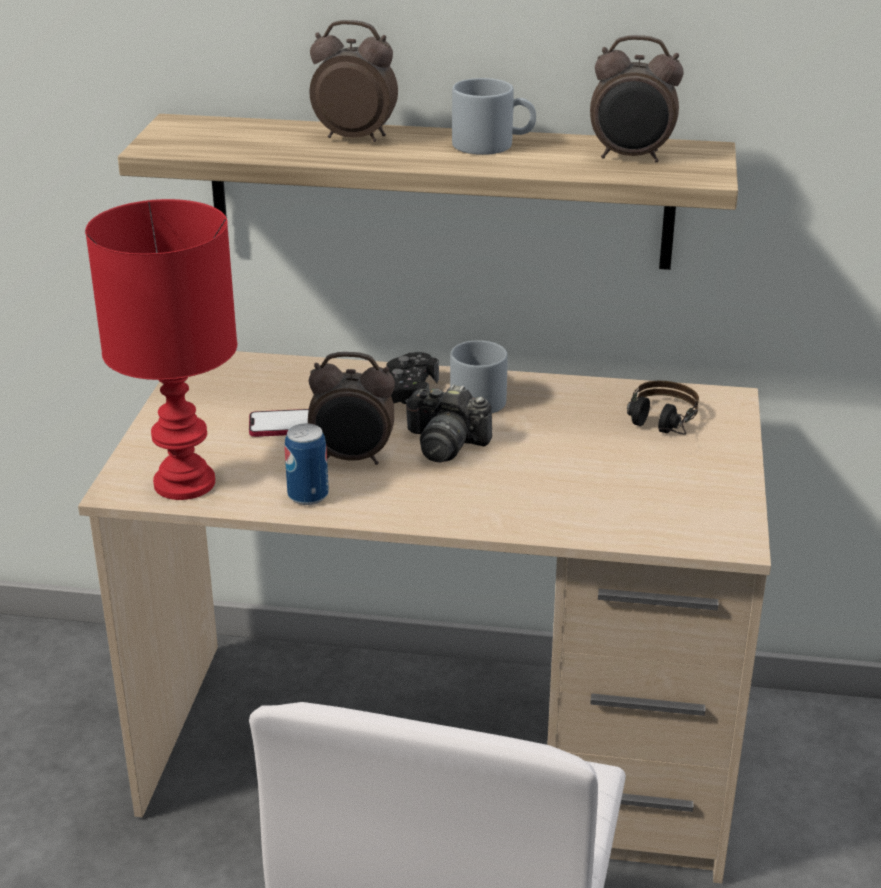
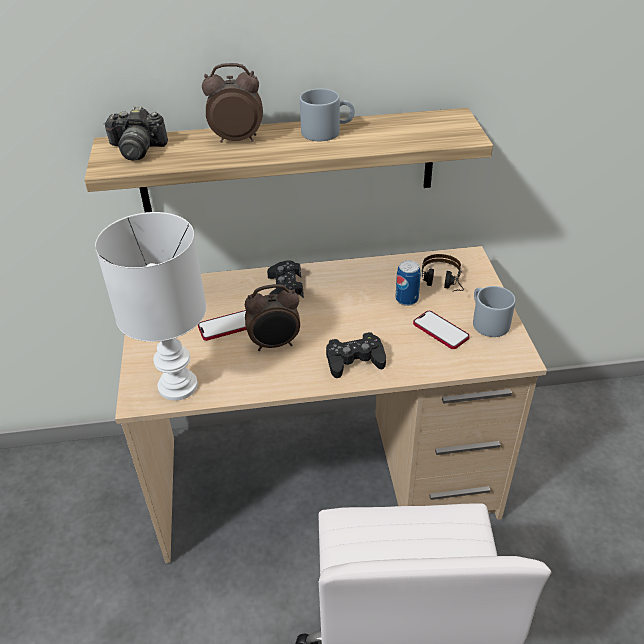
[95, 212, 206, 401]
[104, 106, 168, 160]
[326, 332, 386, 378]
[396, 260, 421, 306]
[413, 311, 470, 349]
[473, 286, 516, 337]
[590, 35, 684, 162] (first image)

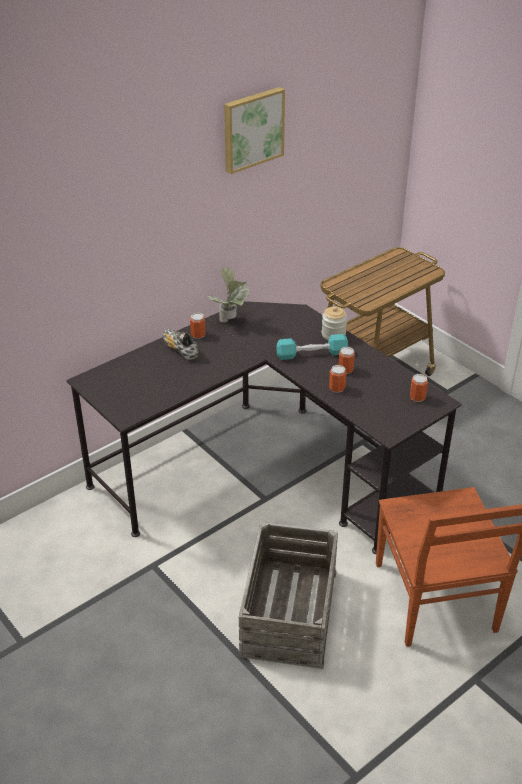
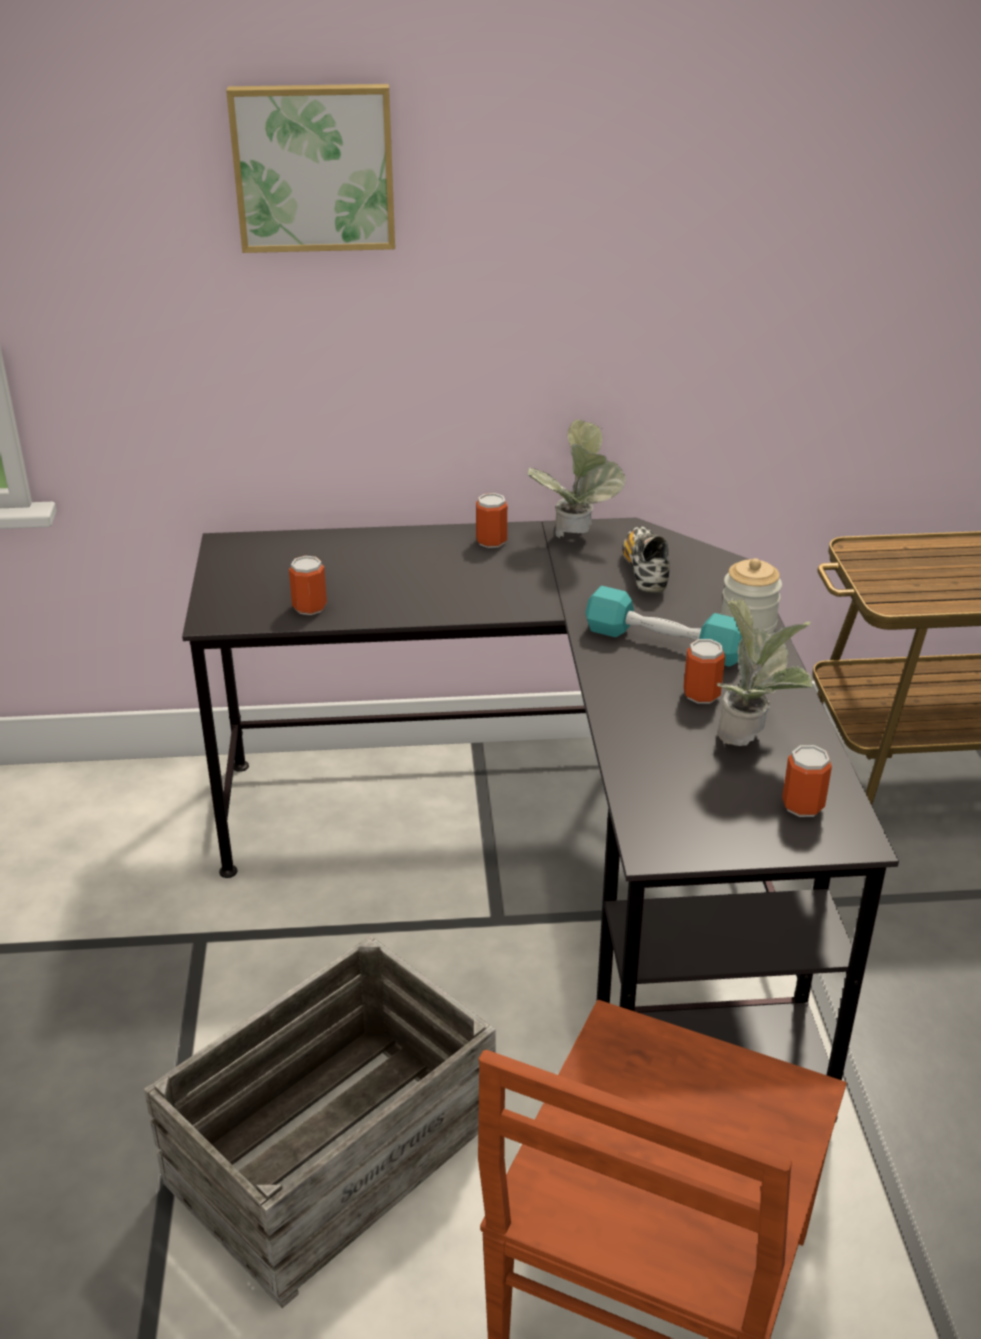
[226, 84, 395, 253]
[289, 556, 327, 615]
[622, 526, 670, 592]
[717, 598, 813, 746]

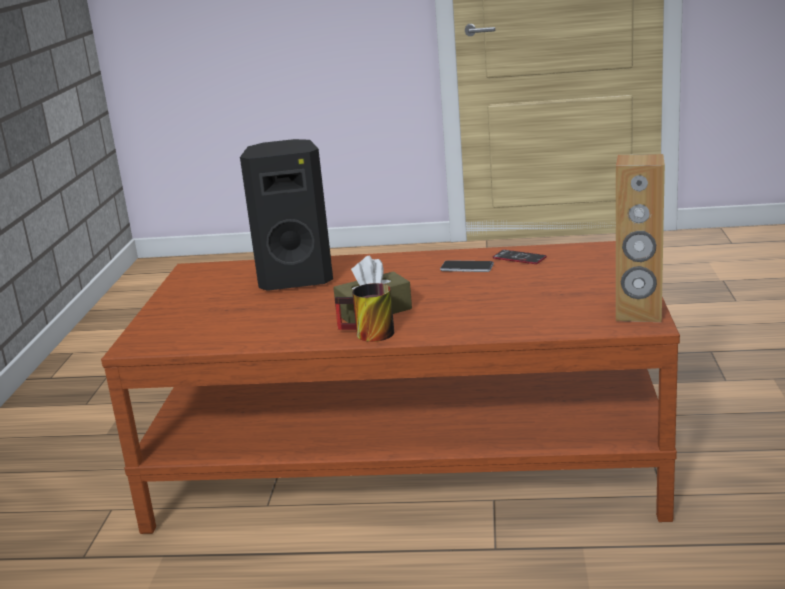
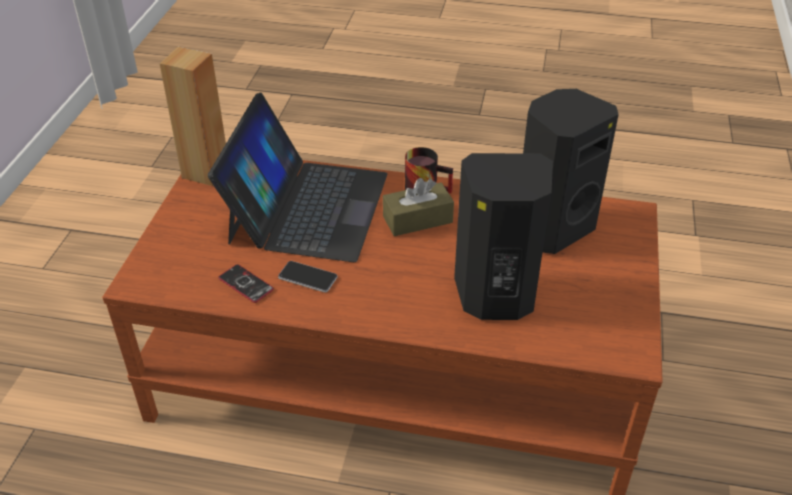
[208, 92, 387, 262]
[523, 89, 619, 254]

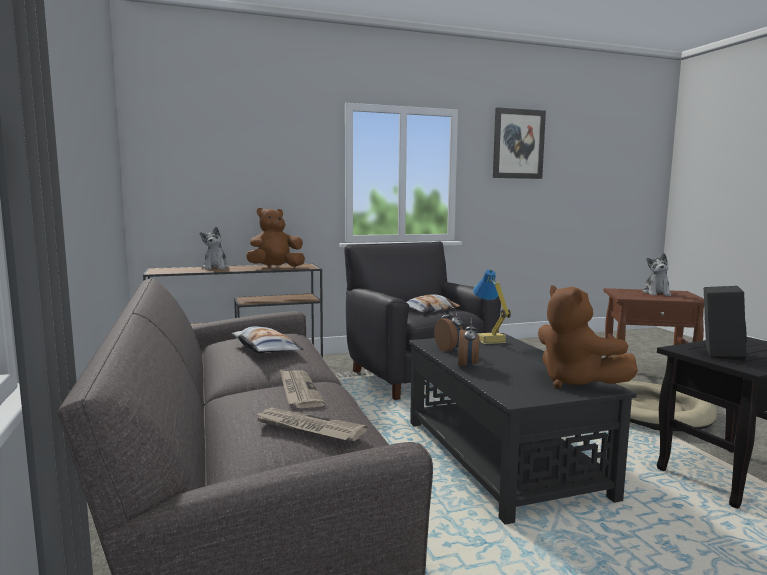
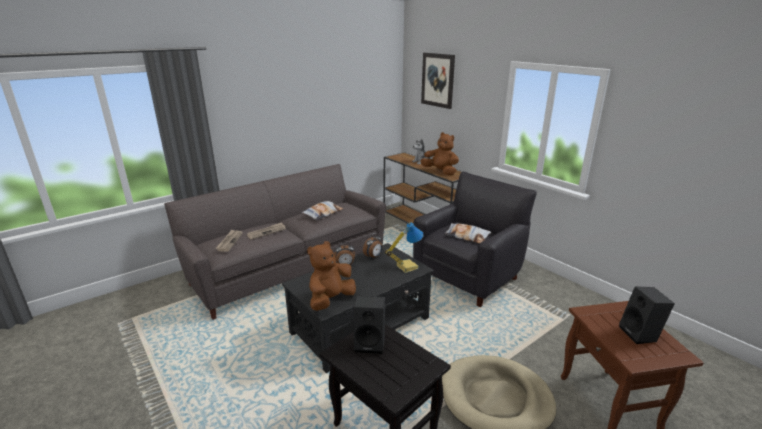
[421, 53, 455, 109]
[619, 287, 675, 344]

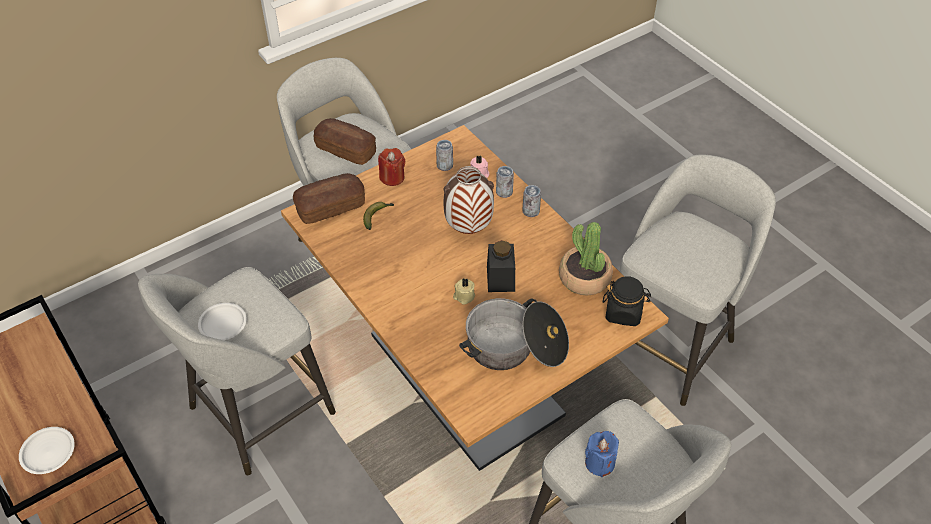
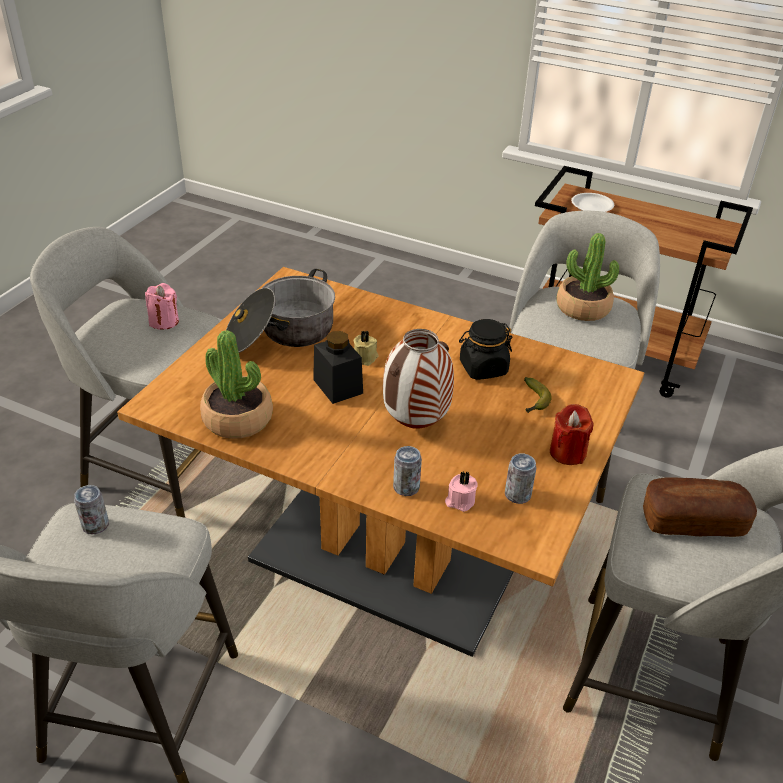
[74, 485, 109, 534]
[145, 283, 179, 330]
[459, 319, 512, 380]
[556, 233, 619, 321]
[293, 173, 365, 224] (first image)

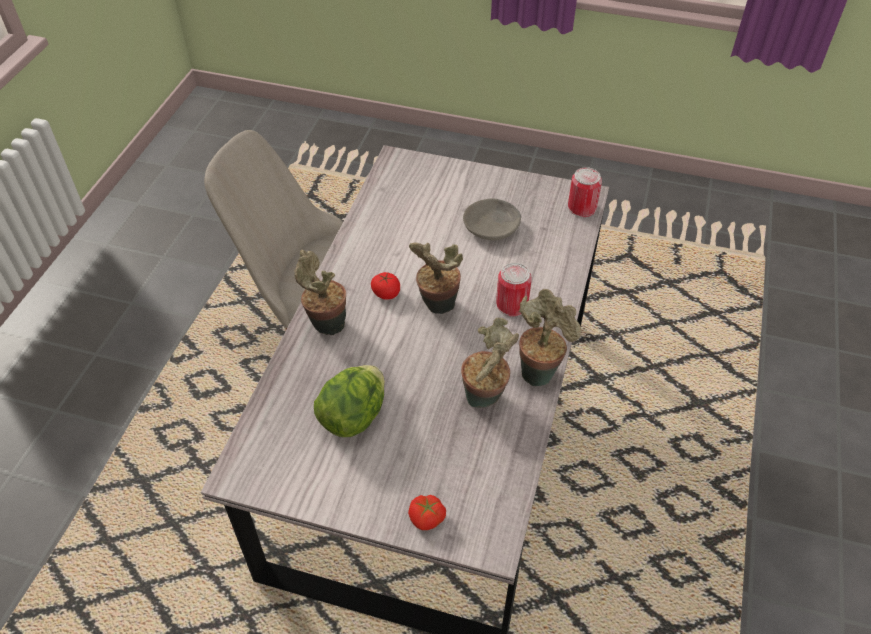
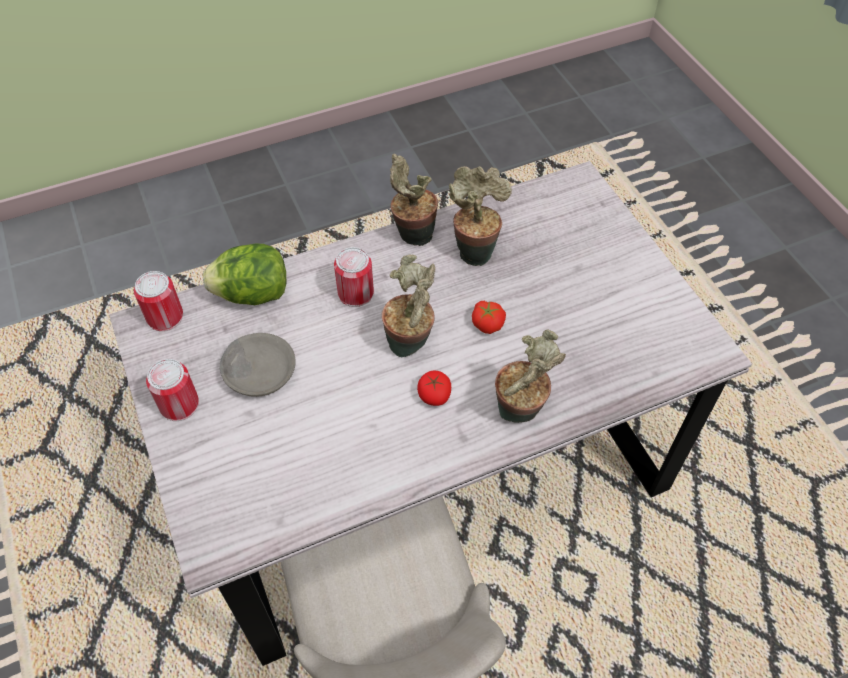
[146, 359, 199, 421]
[203, 243, 286, 305]
[472, 301, 506, 334]

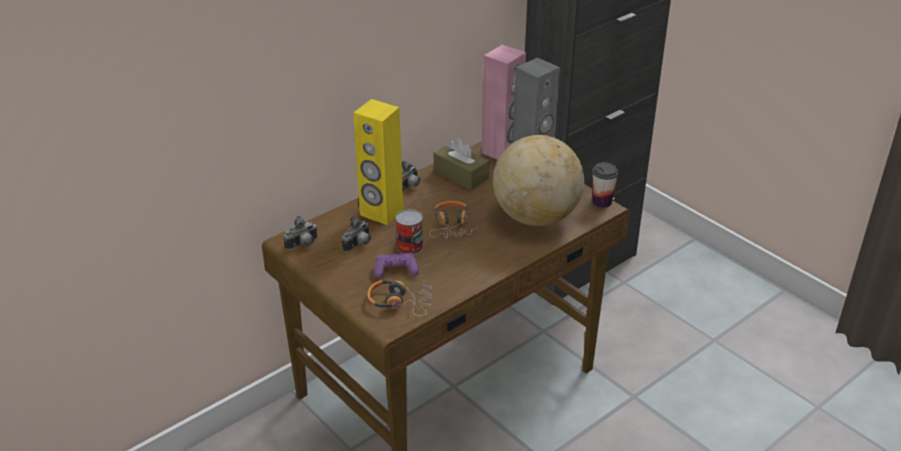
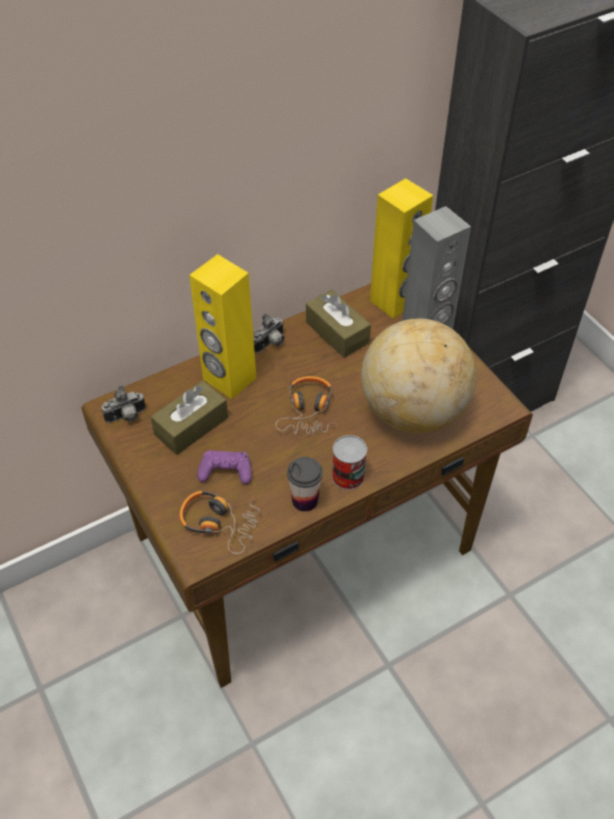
[151, 380, 228, 455]
[287, 457, 323, 512]
[332, 435, 367, 490]
[370, 178, 433, 319]

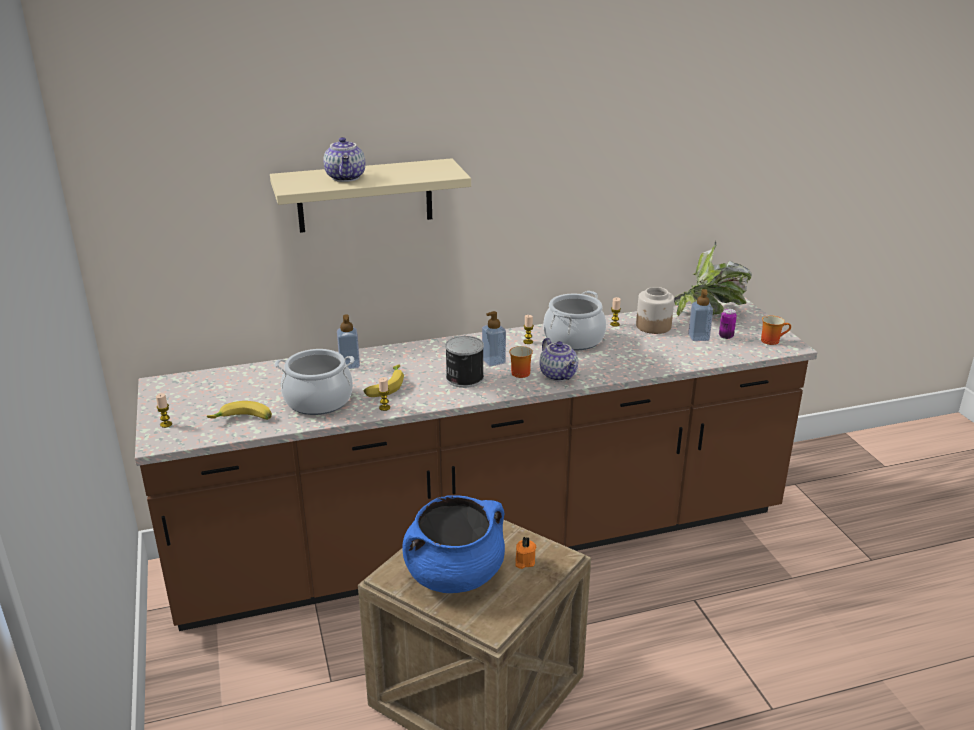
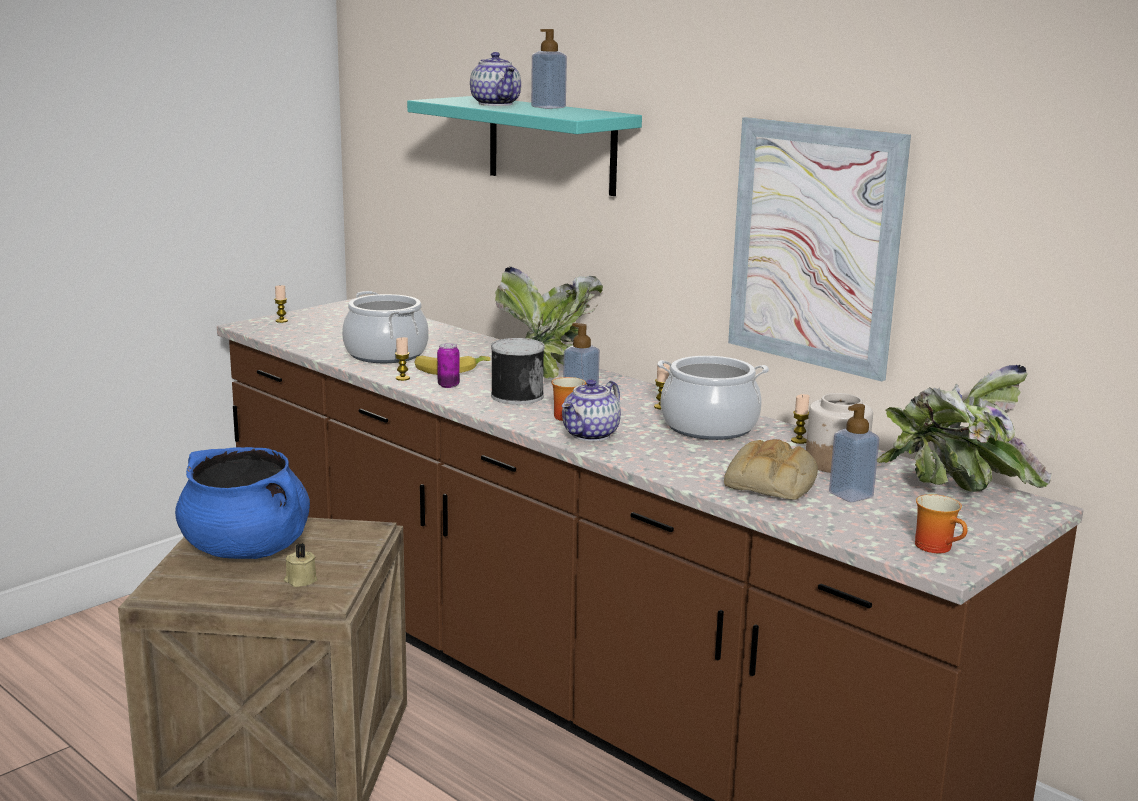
[284, 543, 317, 587]
[407, 96, 642, 196]
[437, 343, 460, 388]
[470, 52, 521, 106]
[495, 267, 603, 378]
[531, 29, 567, 109]
[724, 439, 818, 500]
[728, 117, 911, 382]
[207, 401, 272, 420] (first image)

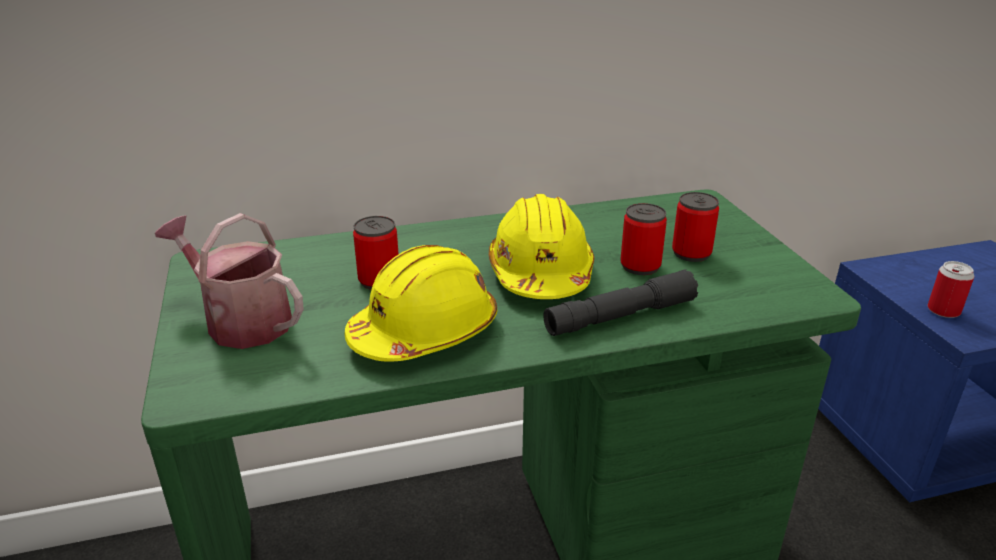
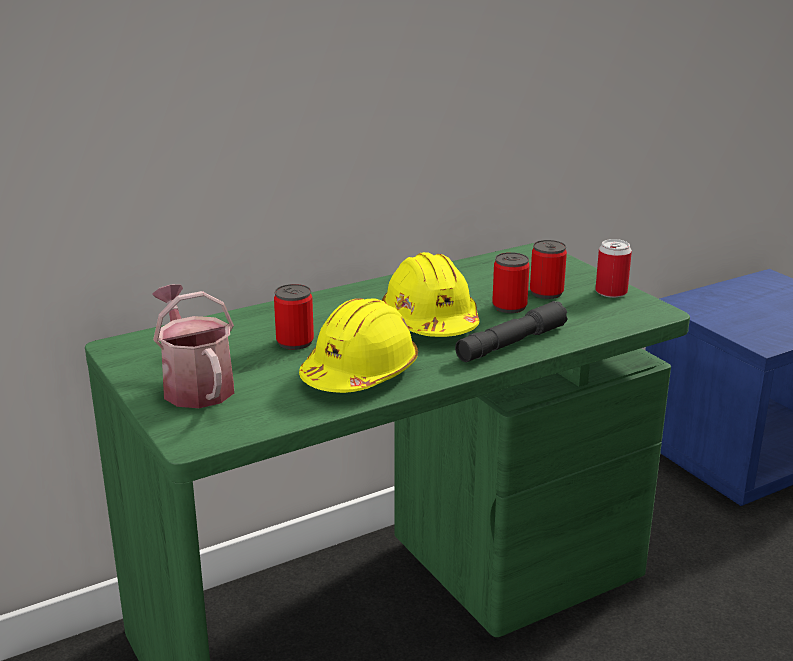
[152, 284, 234, 408]
[595, 239, 632, 298]

